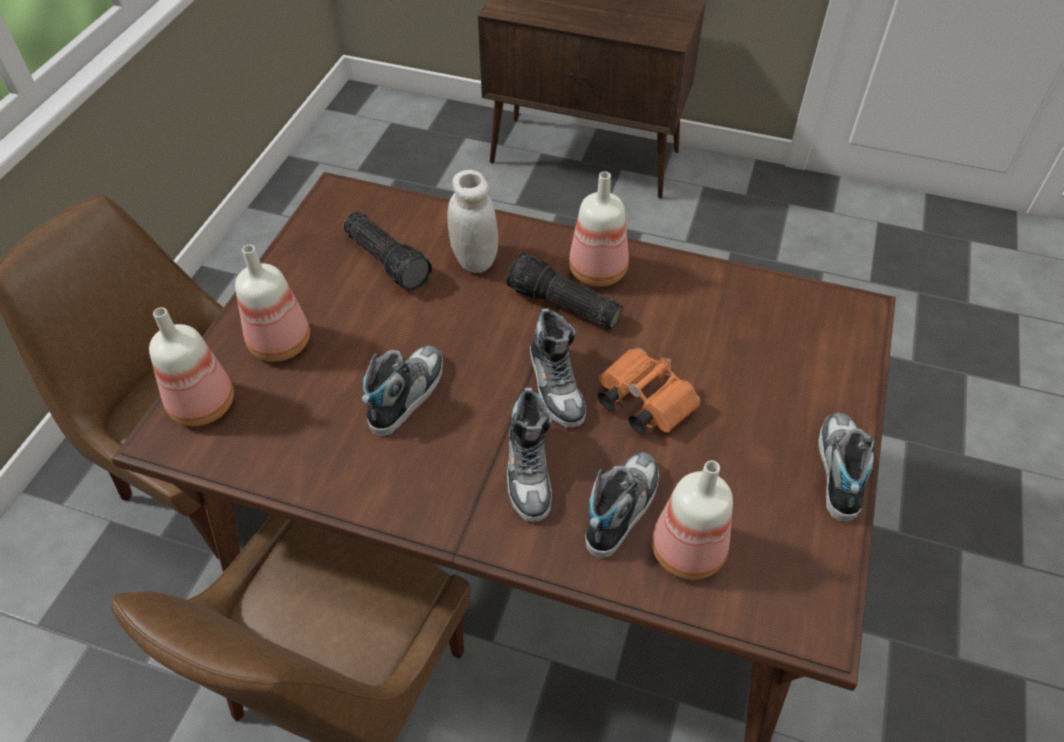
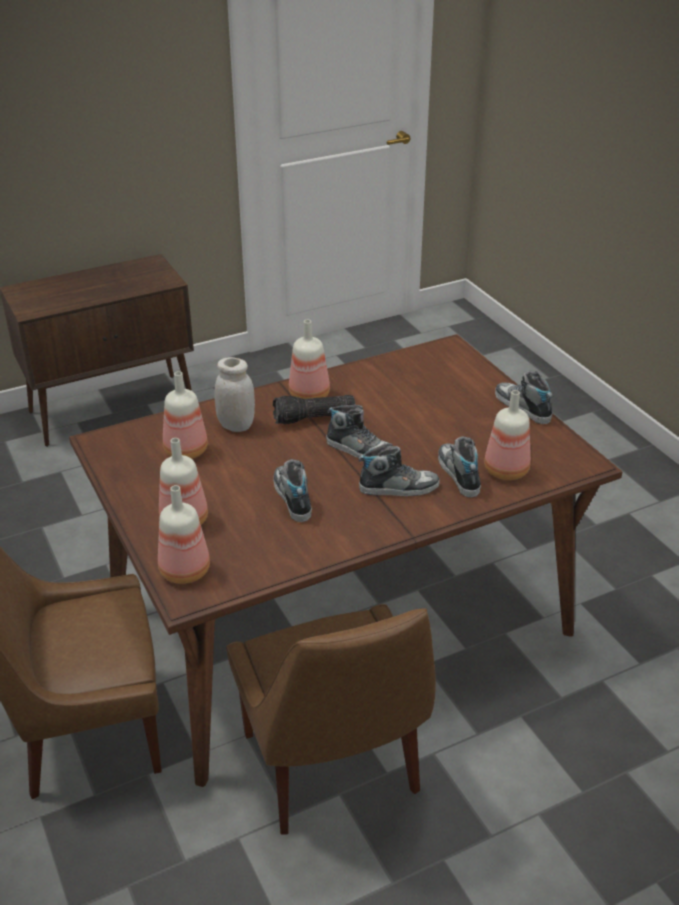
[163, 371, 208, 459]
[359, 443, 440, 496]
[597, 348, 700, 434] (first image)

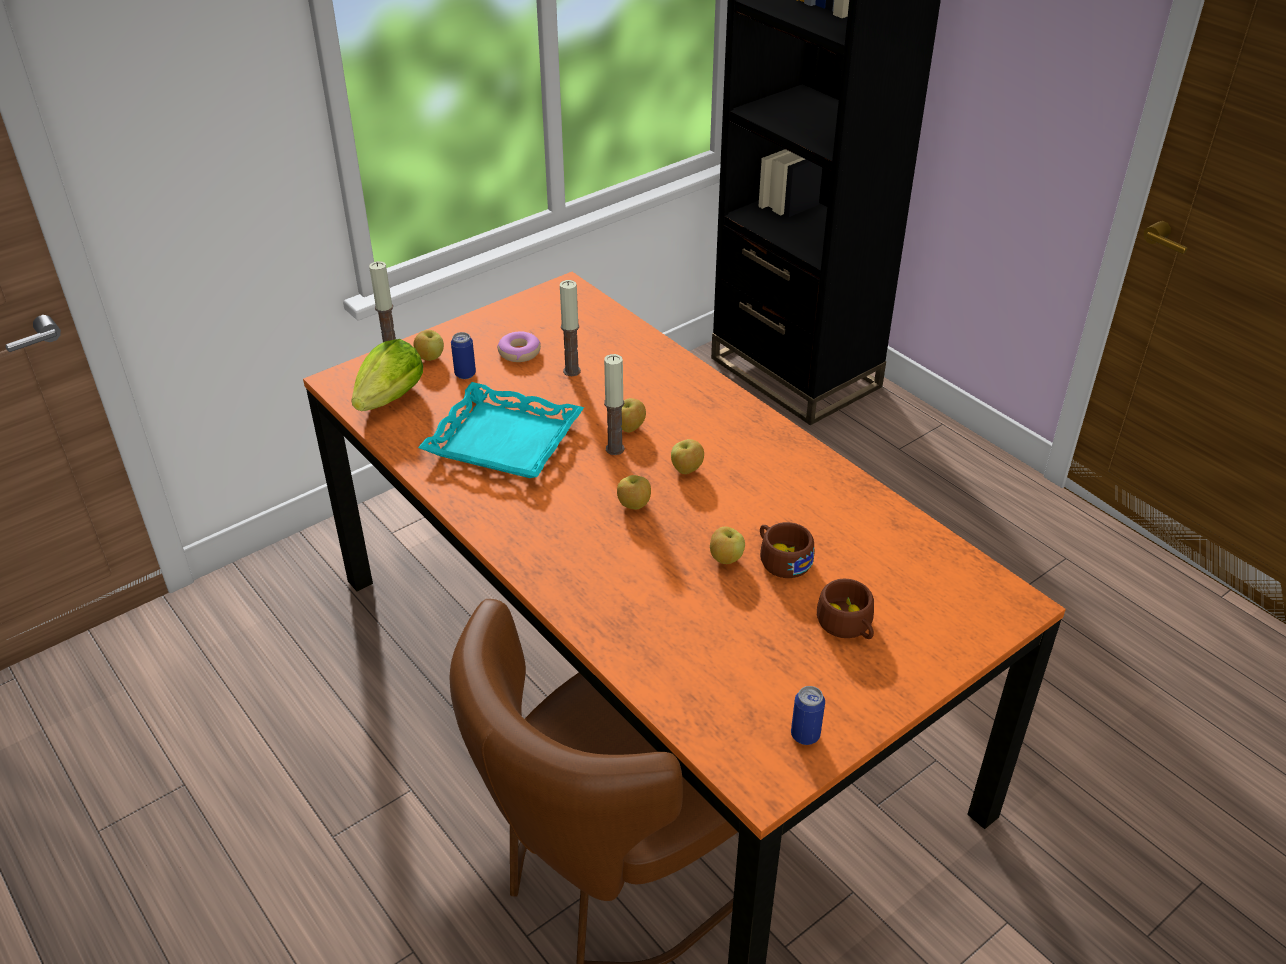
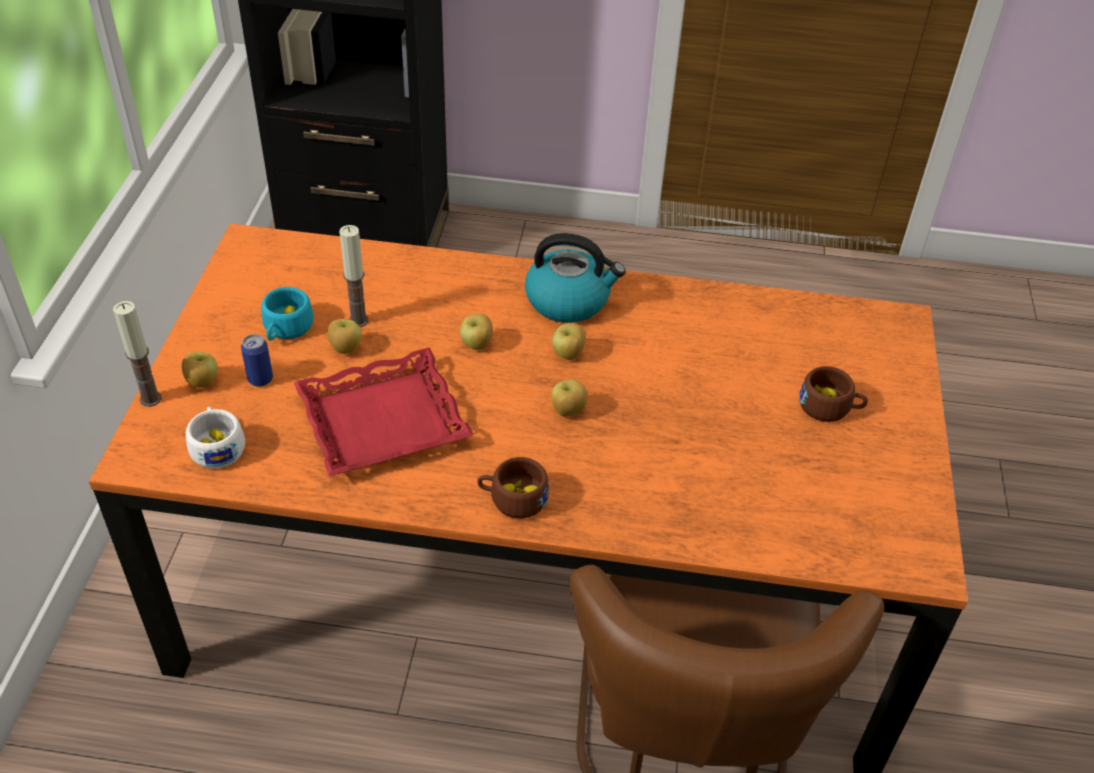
[186, 407, 245, 469]
[261, 287, 314, 341]
[294, 347, 474, 476]
[327, 319, 361, 354]
[477, 457, 549, 519]
[525, 233, 625, 323]
[604, 354, 625, 455] (first image)
[791, 686, 825, 745] (first image)

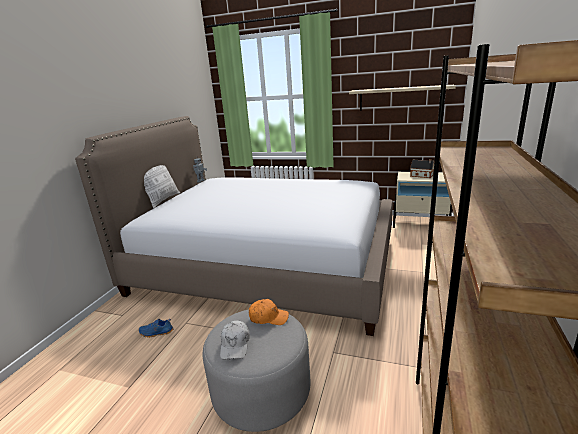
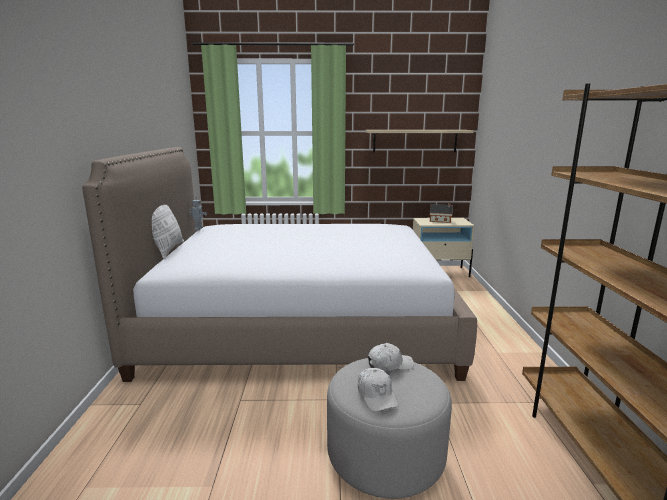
[368, 343, 414, 371]
[138, 319, 174, 338] (first image)

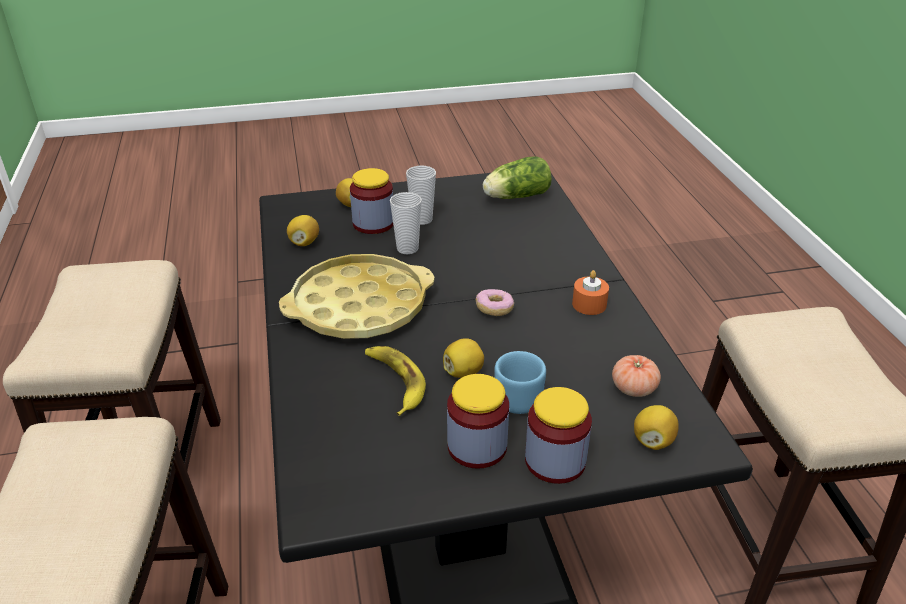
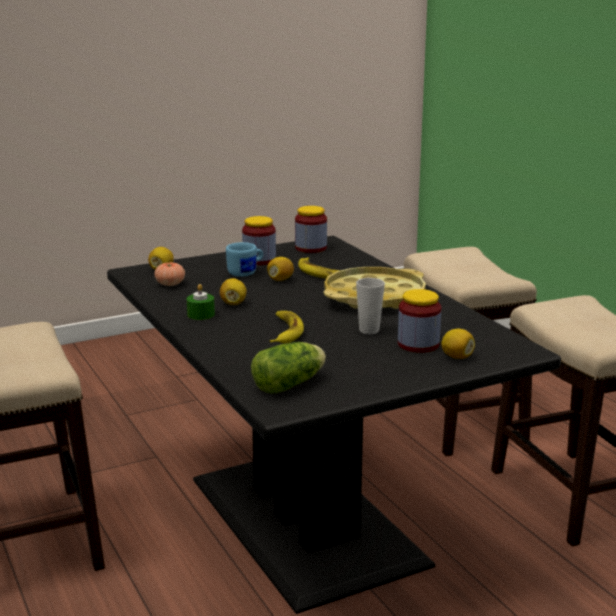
[187, 284, 215, 320]
[220, 278, 247, 305]
[270, 311, 304, 343]
[295, 206, 327, 253]
[406, 166, 436, 225] (first image)
[476, 289, 514, 316] (first image)

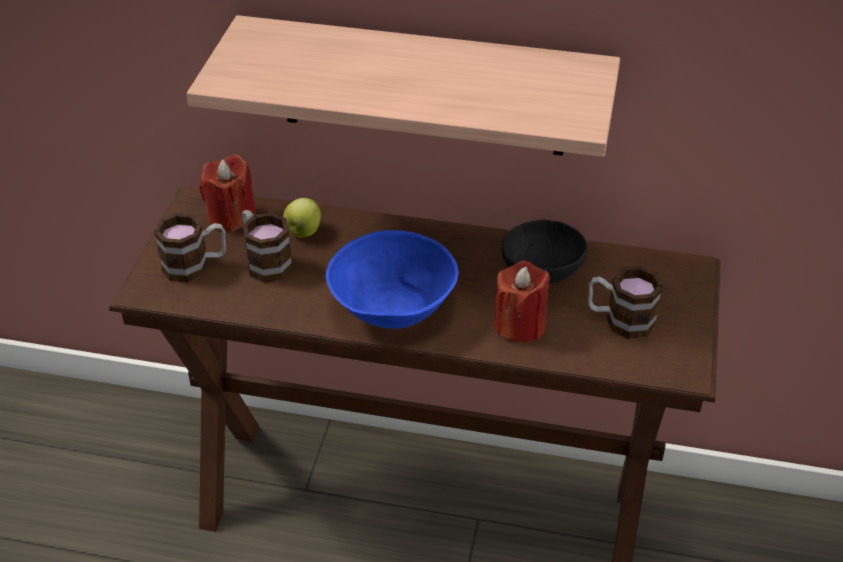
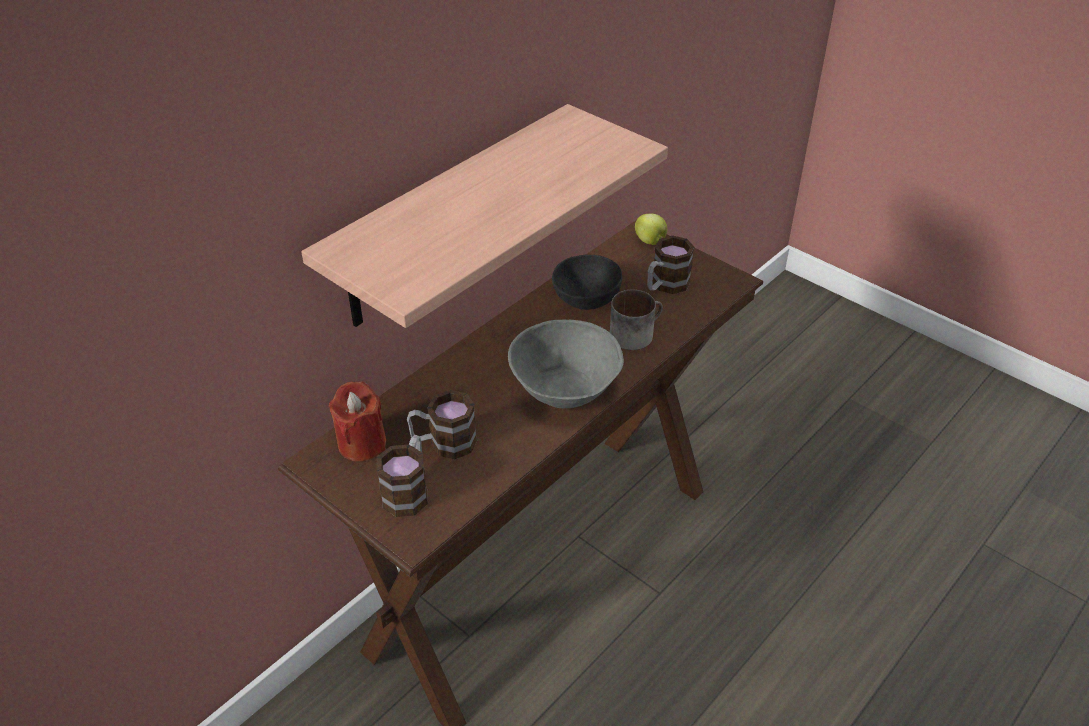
[508, 319, 624, 408]
[610, 290, 663, 350]
[635, 214, 668, 245]

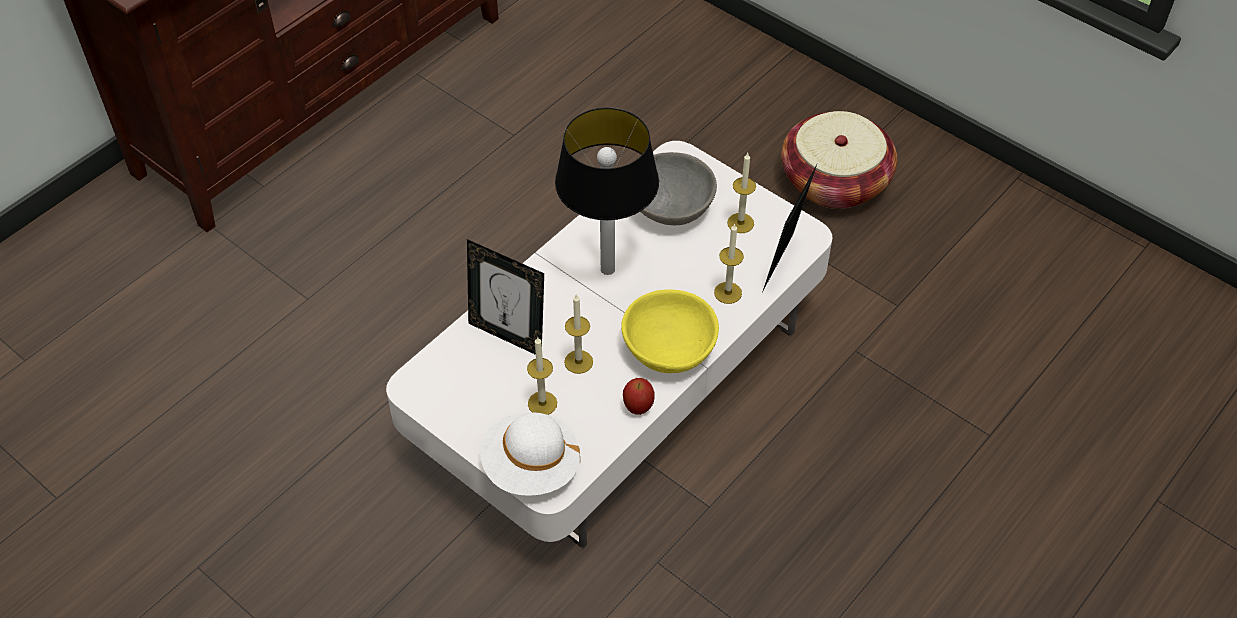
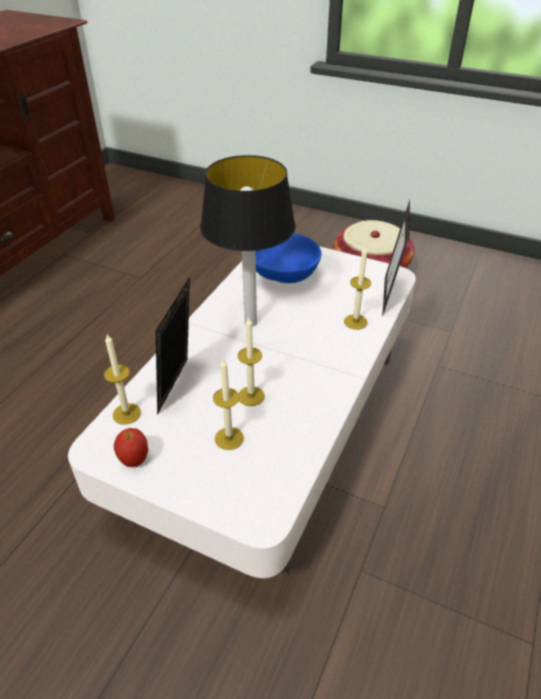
[104, 335, 141, 425]
[114, 428, 148, 467]
[156, 277, 190, 415]
[256, 233, 322, 283]
[480, 412, 580, 496] (first image)
[621, 290, 719, 373] (first image)

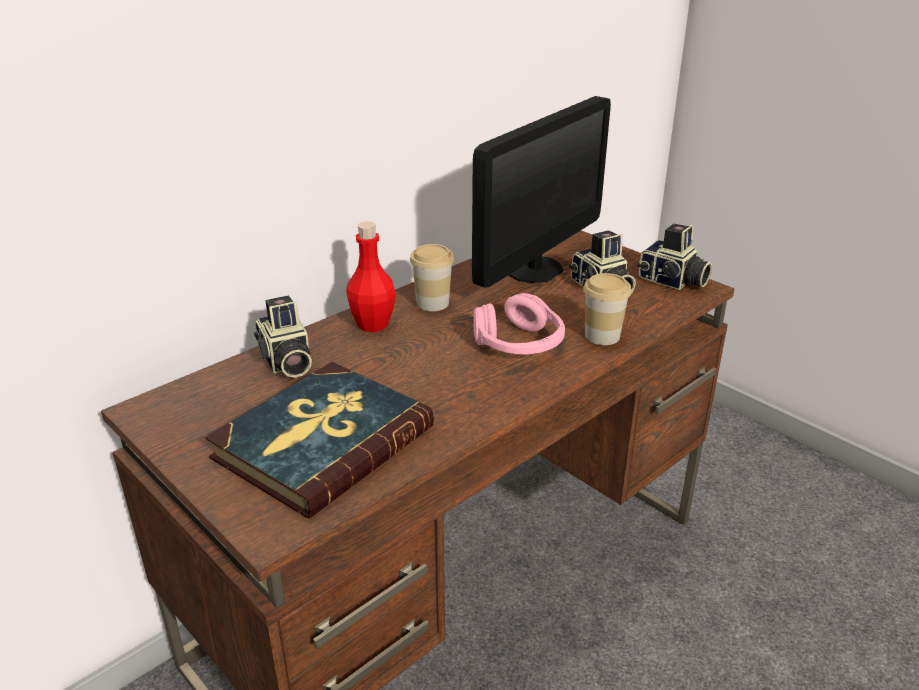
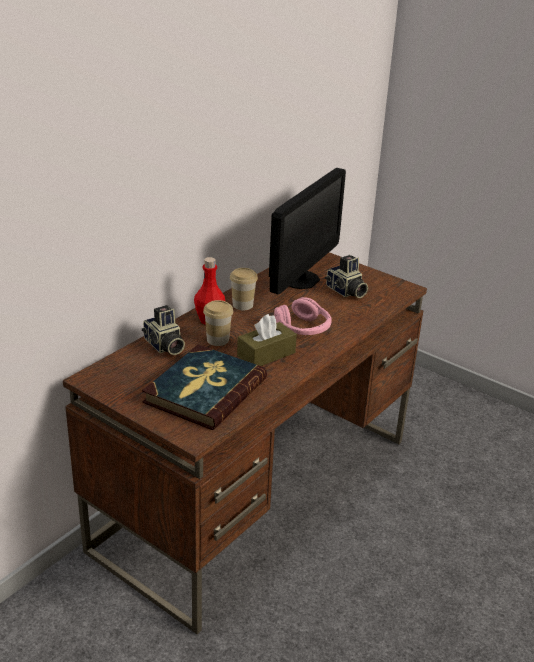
[203, 300, 233, 346]
[237, 314, 297, 366]
[637, 224, 712, 290] (first image)

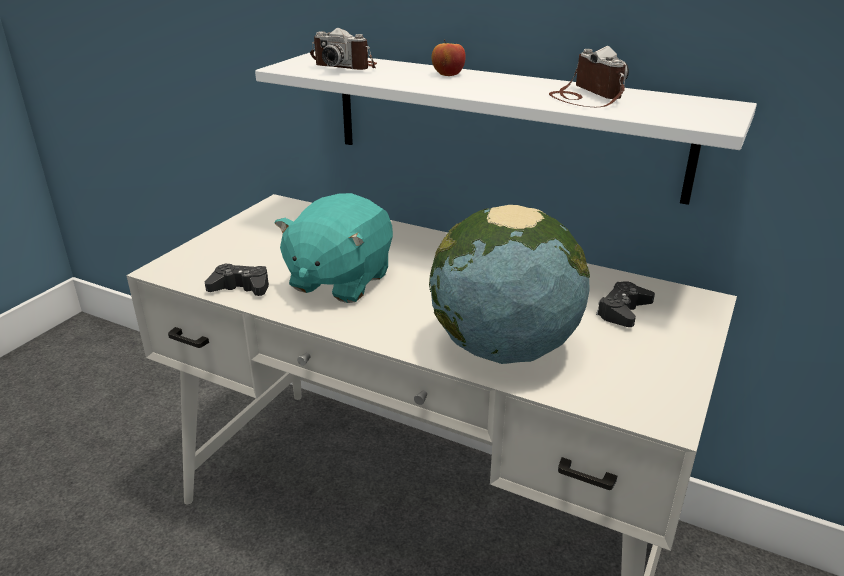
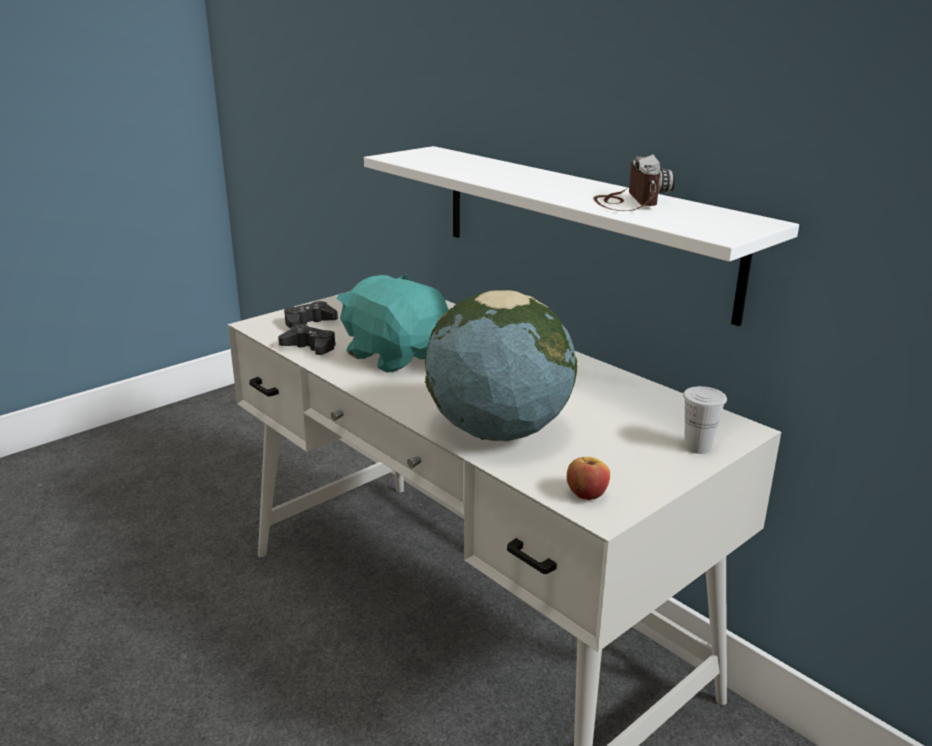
[284, 301, 338, 329]
[336, 274, 449, 373]
[567, 457, 610, 500]
[683, 386, 727, 454]
[310, 28, 377, 70] (first image)

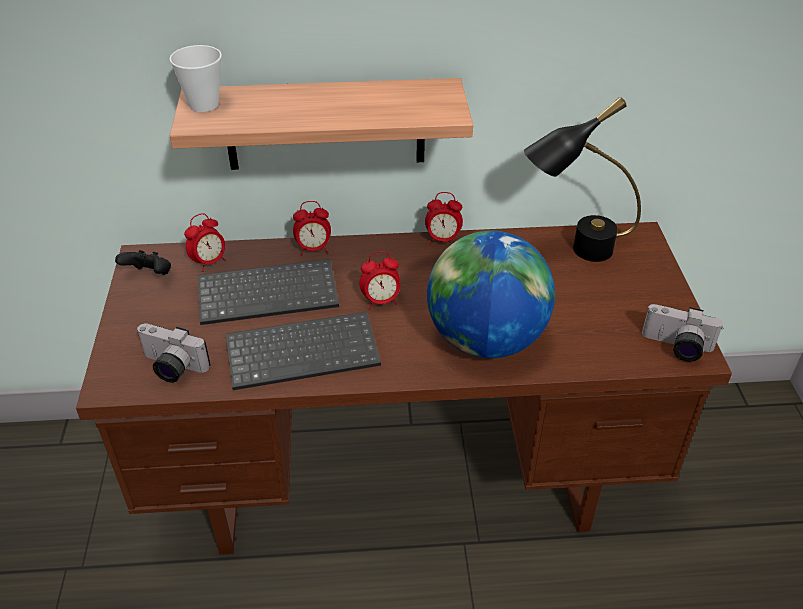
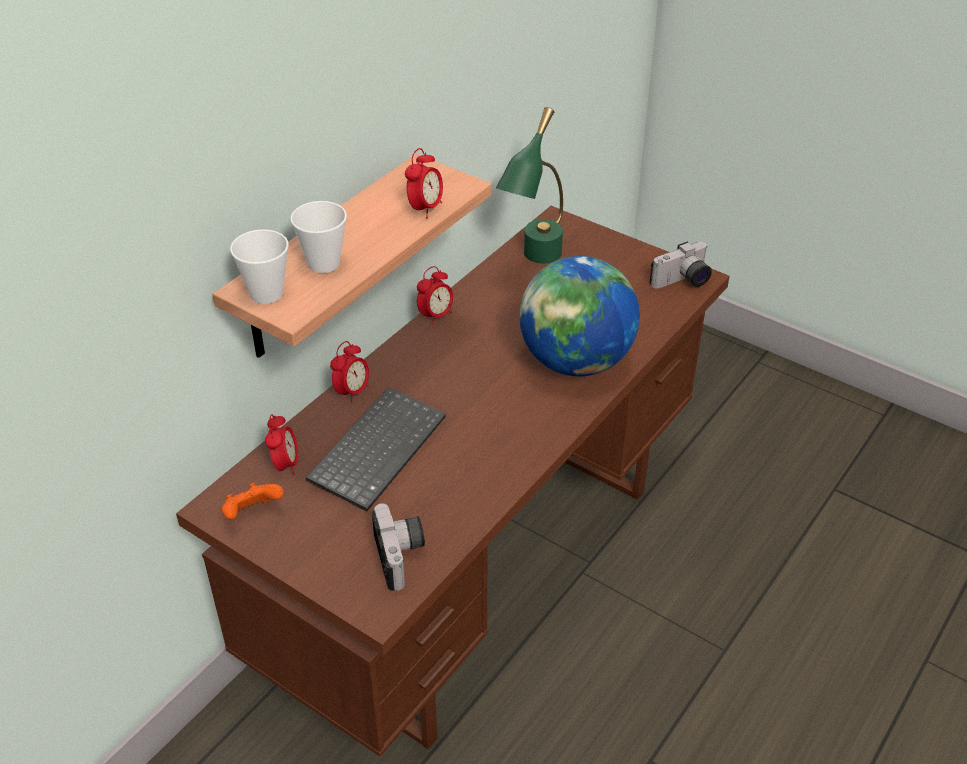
[222, 483, 284, 520]
[290, 201, 347, 273]
[372, 503, 425, 591]
[405, 148, 443, 218]
[496, 107, 563, 263]
[226, 312, 381, 390] (first image)

